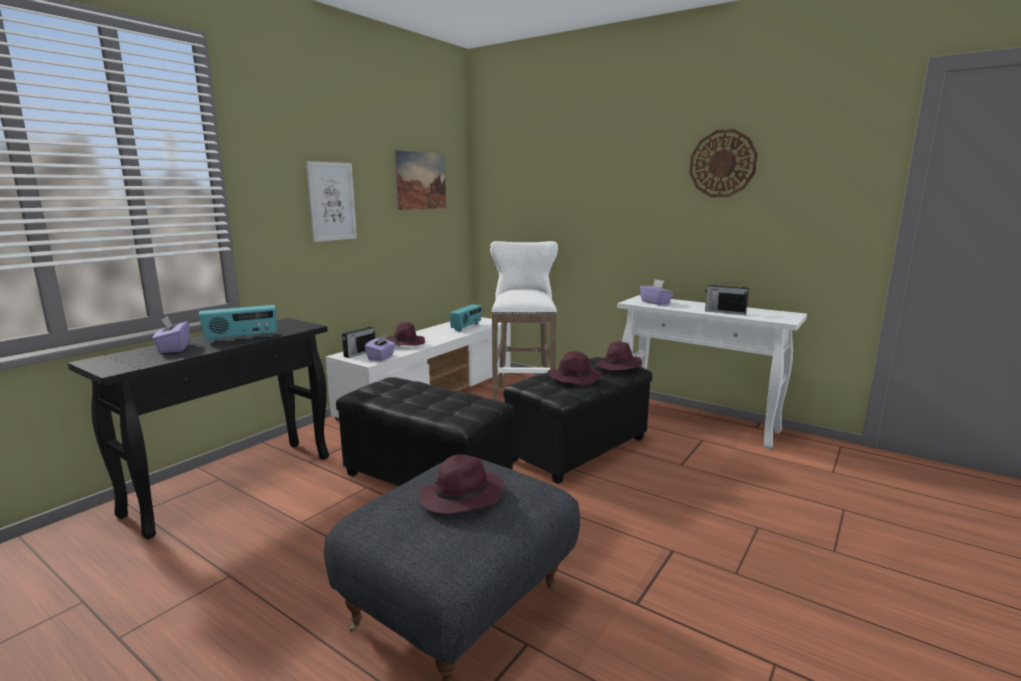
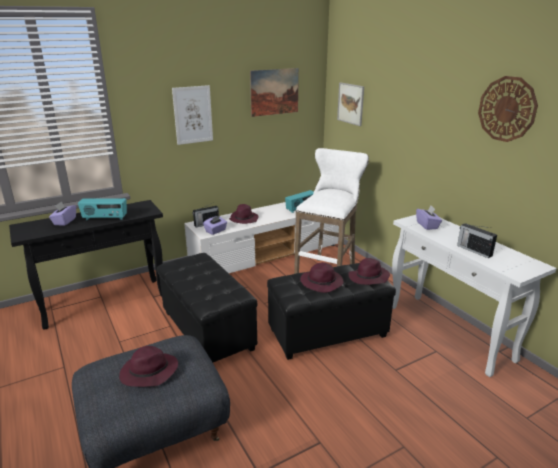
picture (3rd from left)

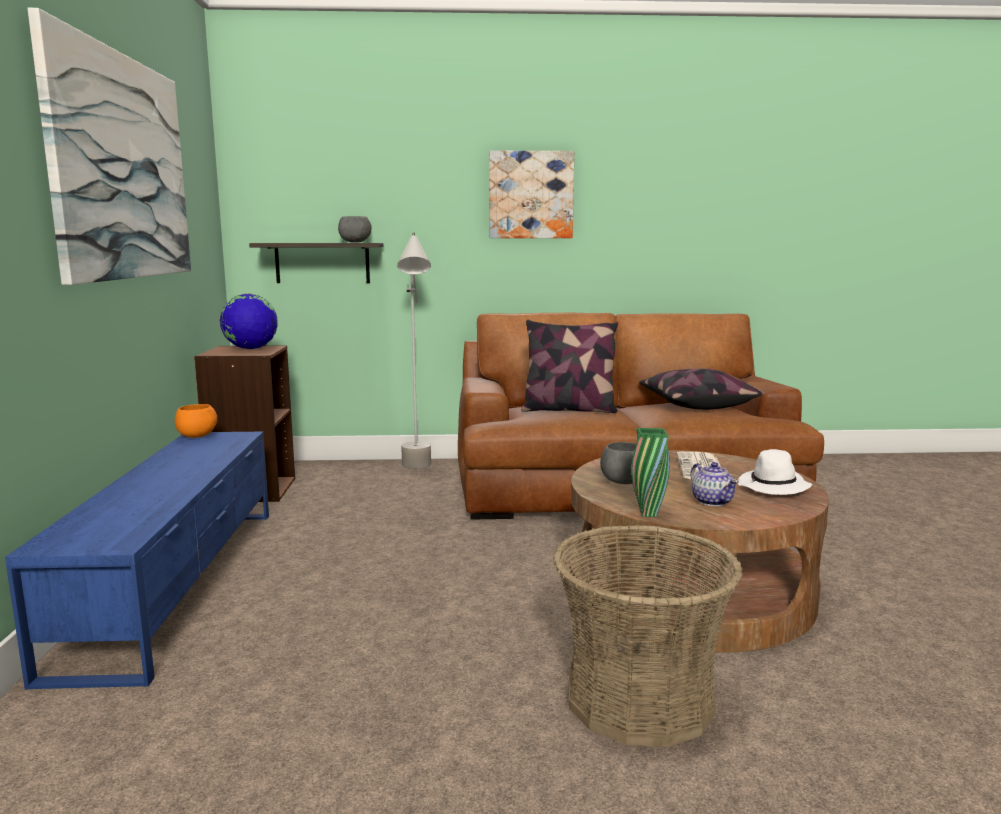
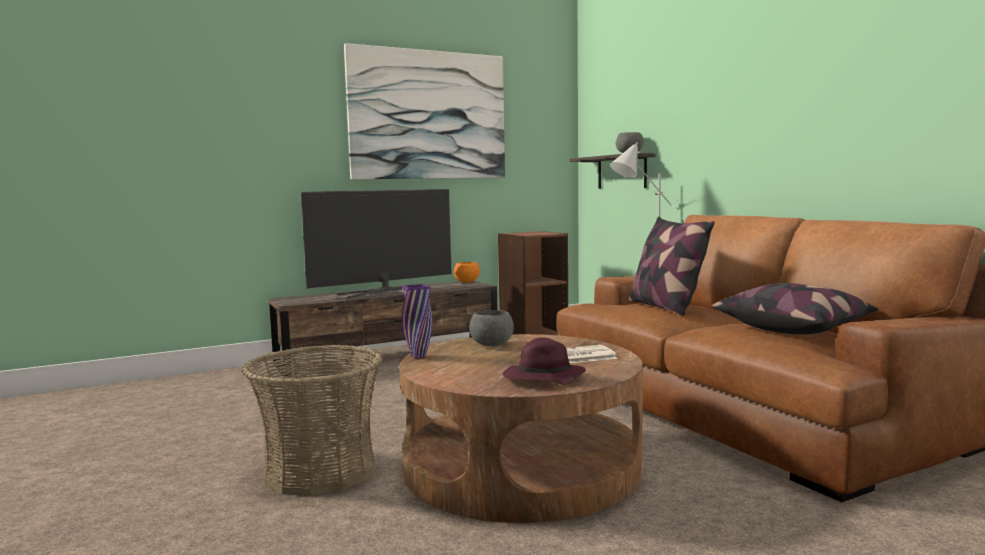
tv unit (brown-coloured)
TV set
vase (purple-coloured)
clothing hat (purple-coloured)
globe
picture (2nd from left in the first image)
pot for tea

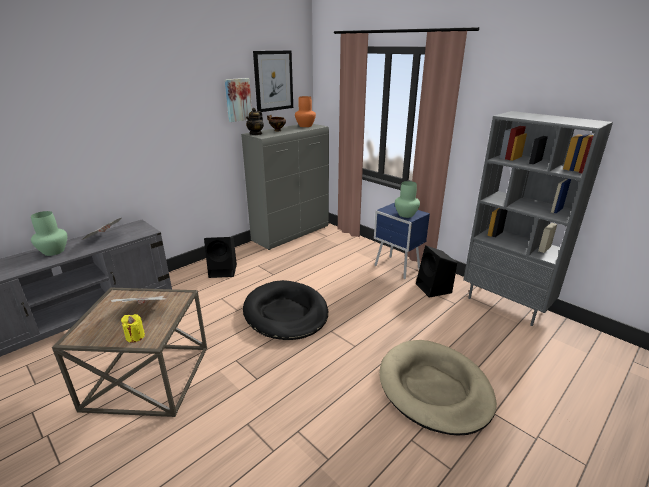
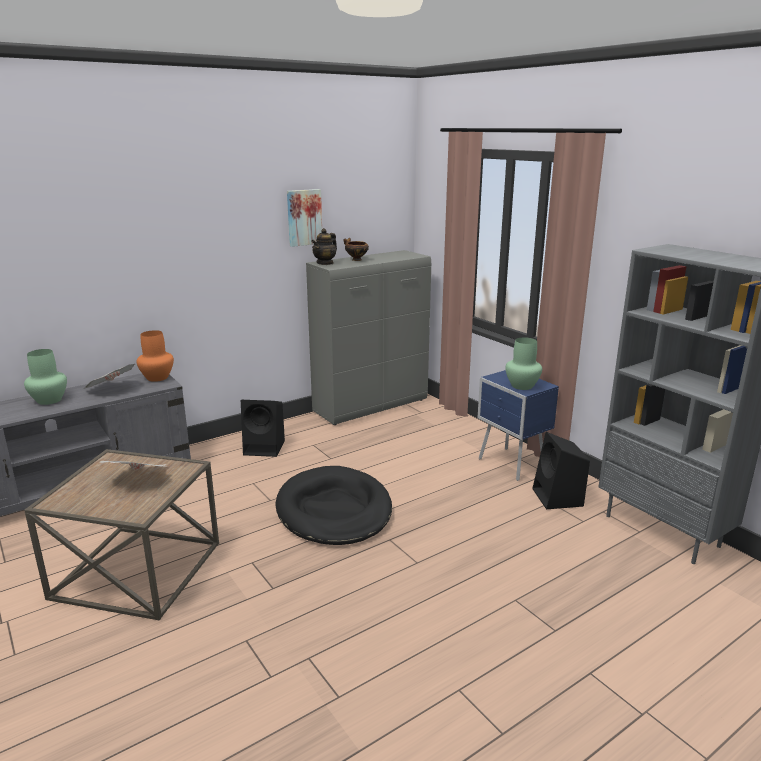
vase (orange-coloured)
wax candle (yellow-coloured)
picture (2nd from left in the first image)
dog cushion (sand-coloured)

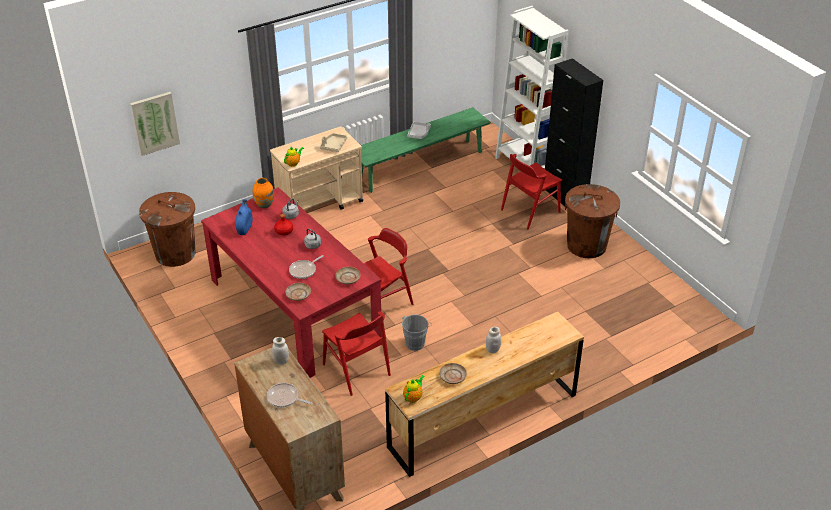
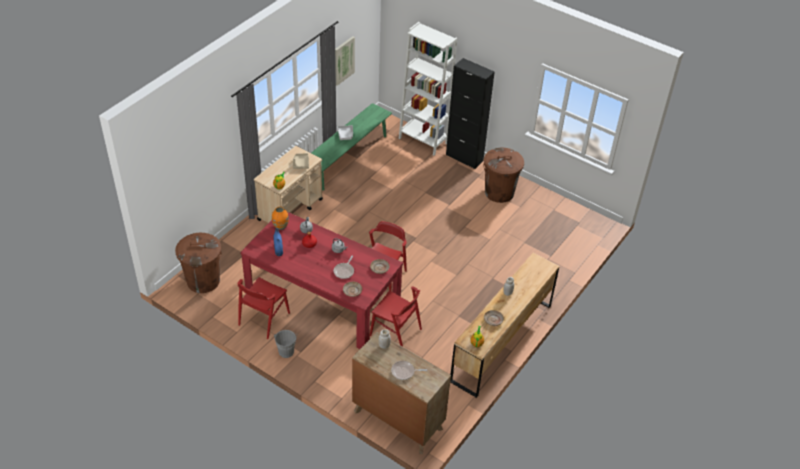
chair (reddish) (1st from left)
pail (gray)
picture

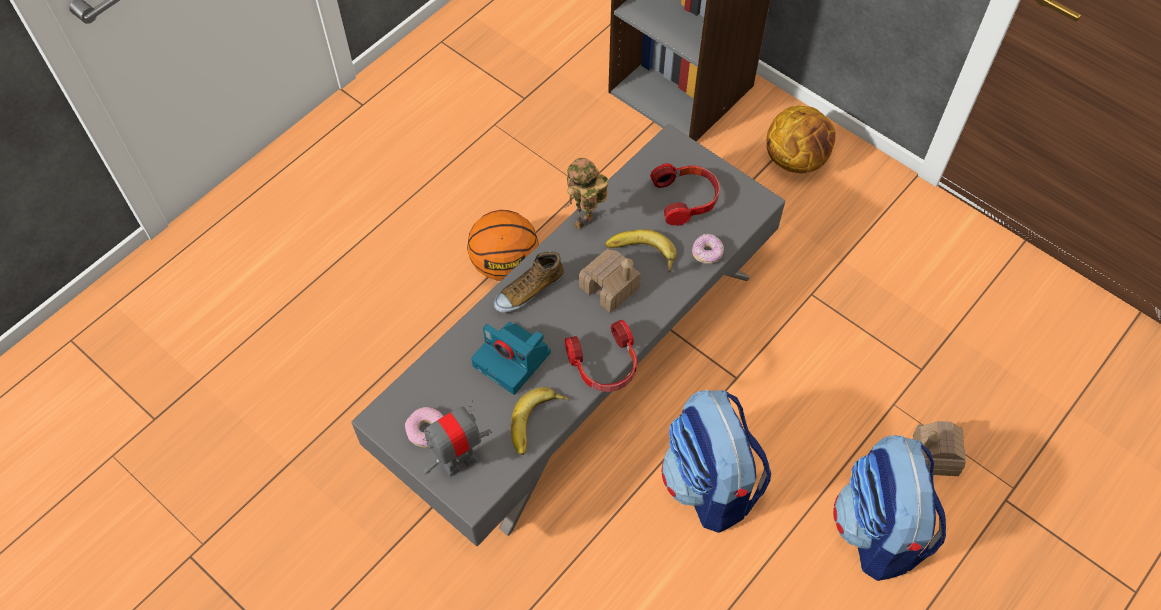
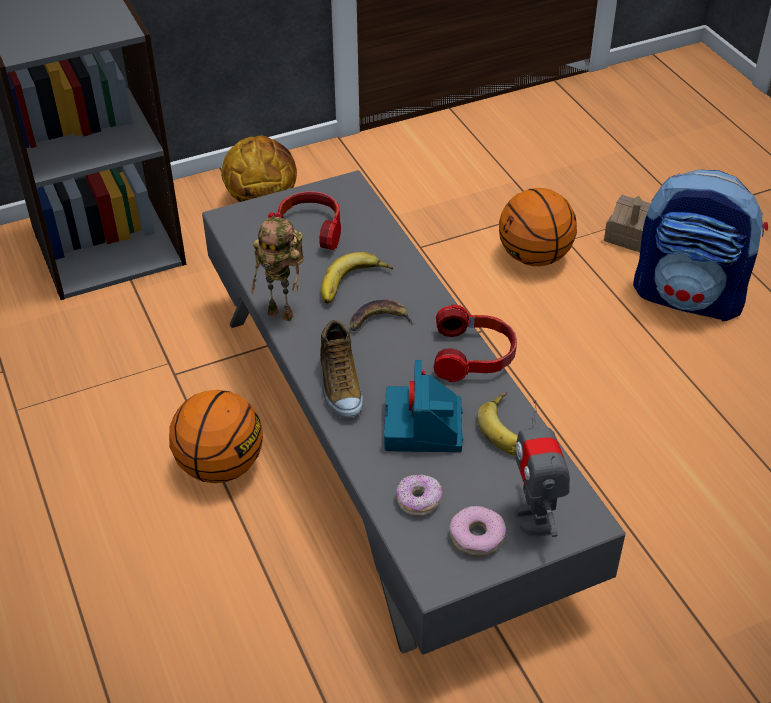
robot figure (1st from left)
banana fruit (2nd from left)
still camera
ring doughnut (1st from left)
basketball ball (3rd from left)
rucksack (1st from left in the first image)

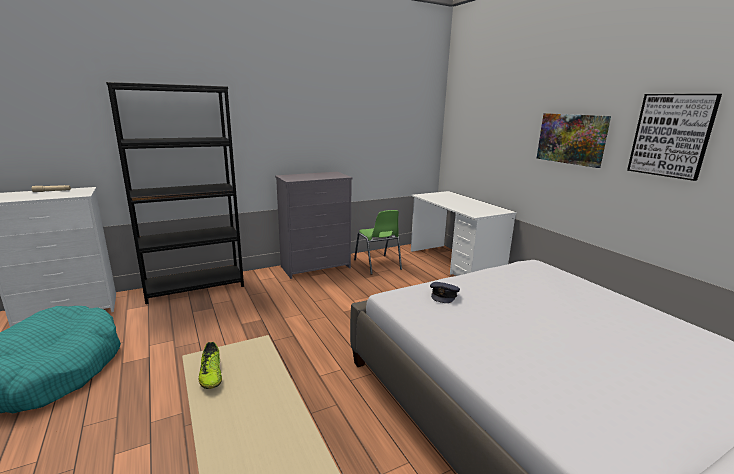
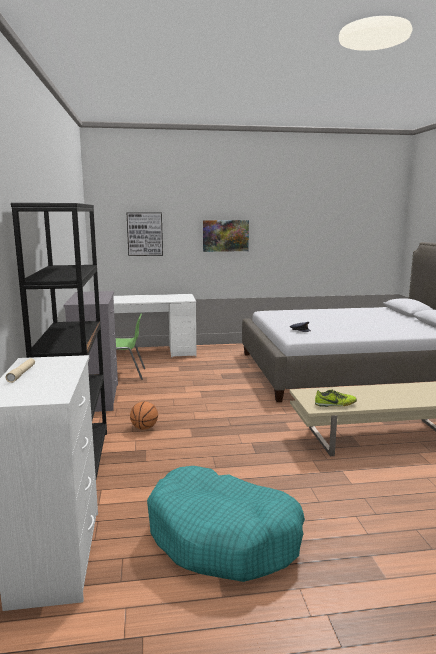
picture (1st from left)
basketball ball

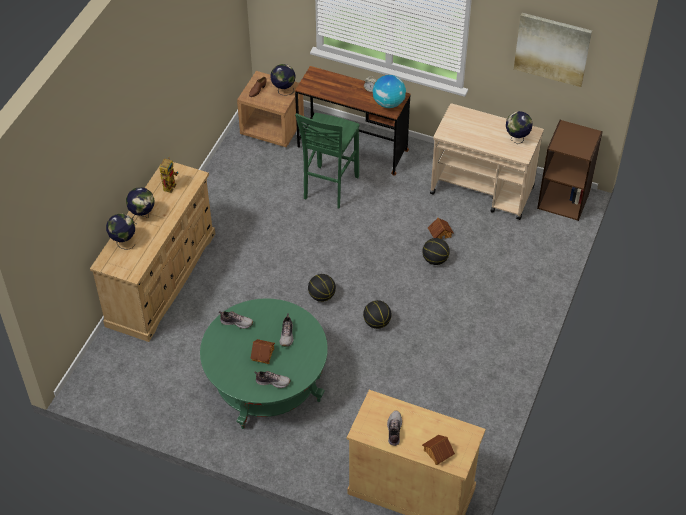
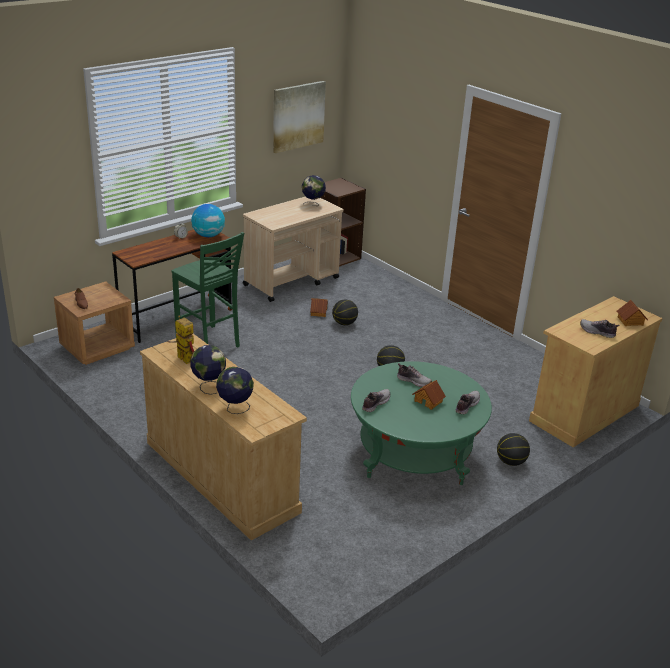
basketball ball (3rd from left)
globe (3rd from left in the first image)

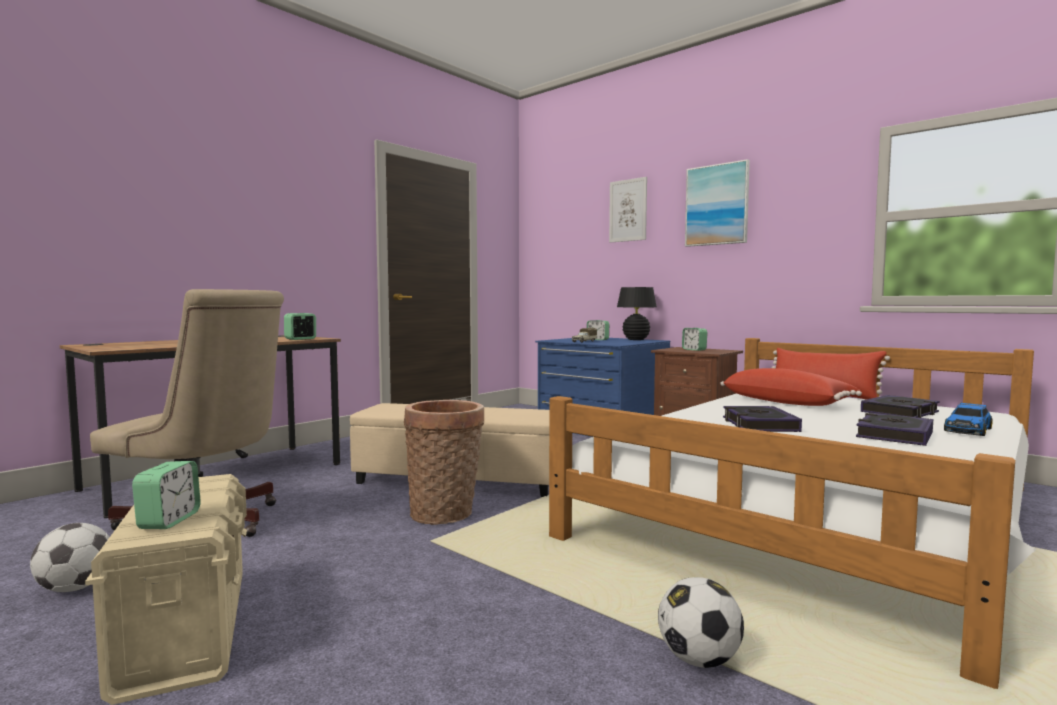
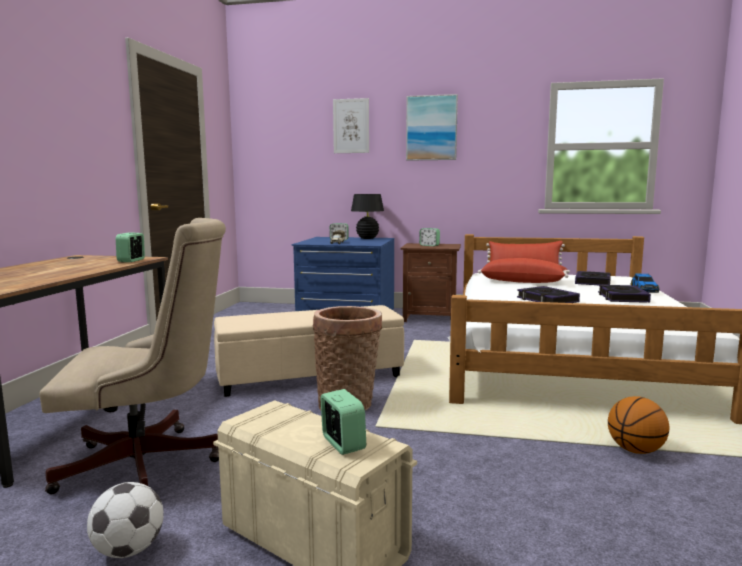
basketball ball

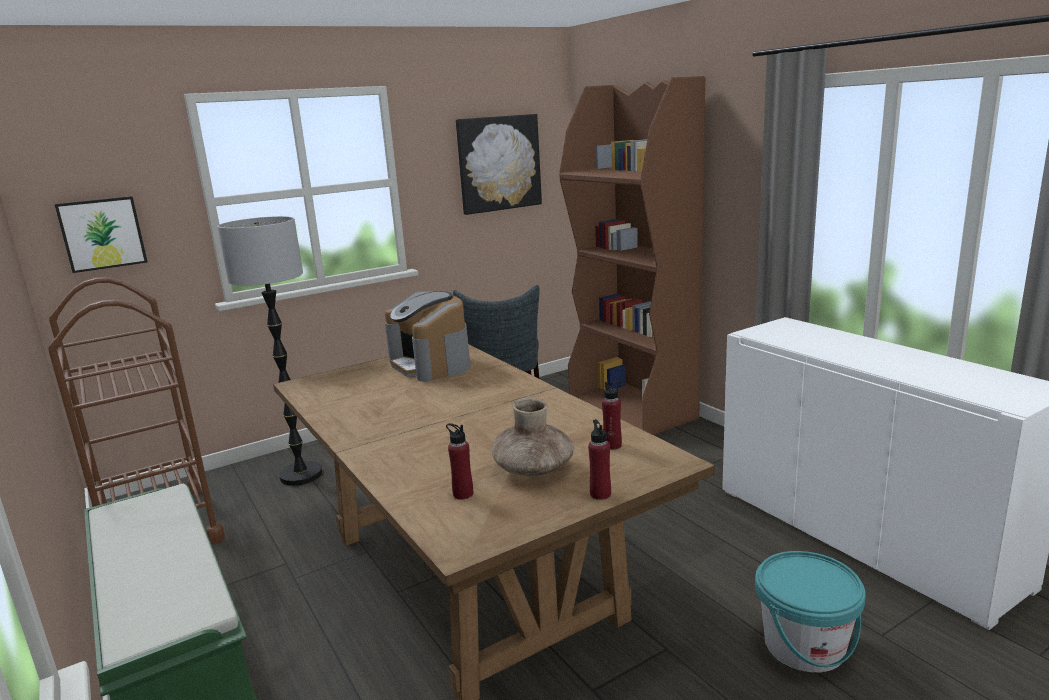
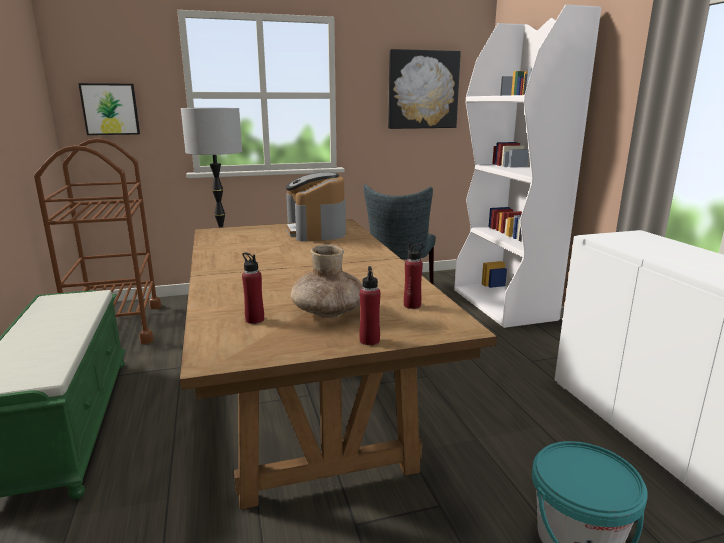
shelving unit (white-coloured)

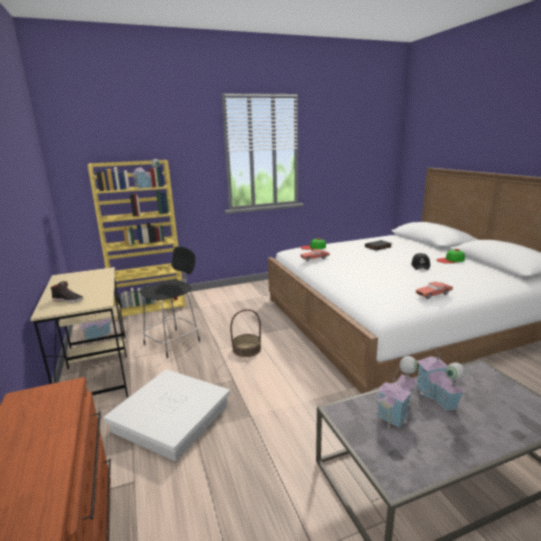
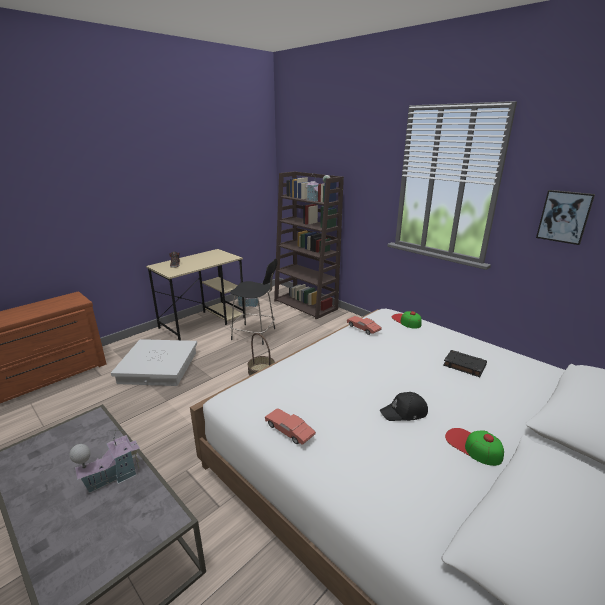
shelving unit (brown-coloured)
picture
toy house (3rd from left in the first image)

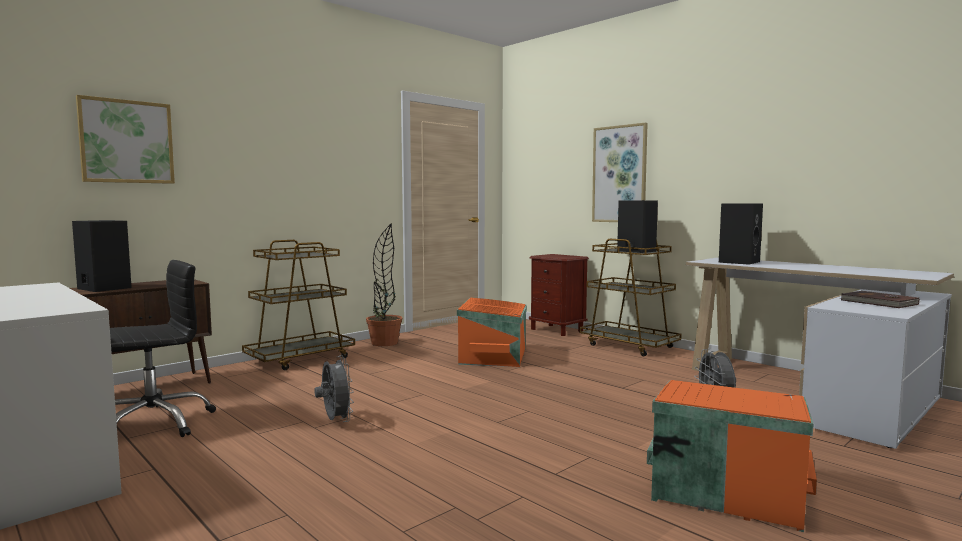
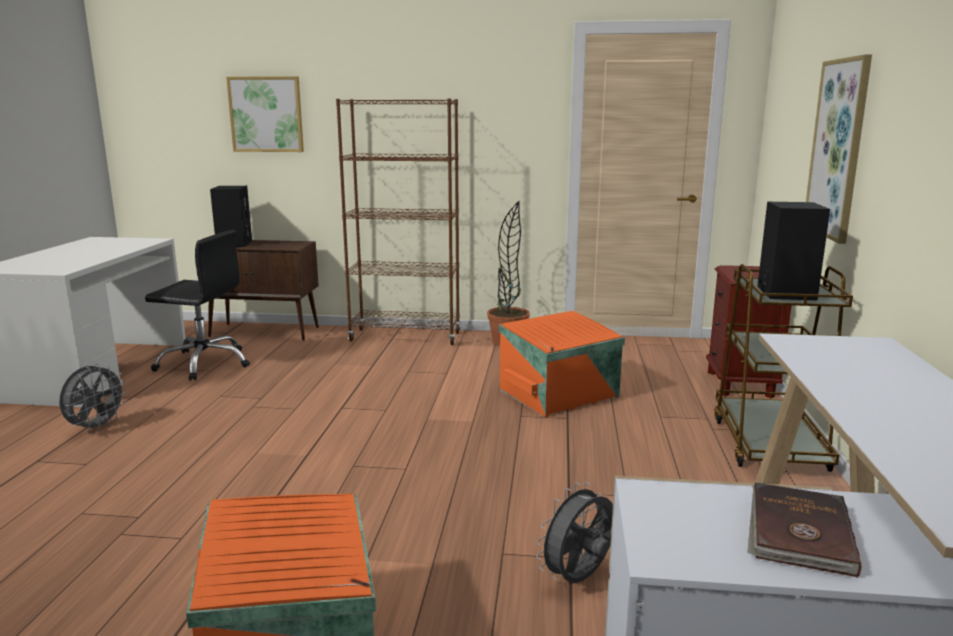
fan (gray) (1st from left)
shelving unit (brown-coloured)
loudspeaker (black-coloured) (3rd from left in the first image)

